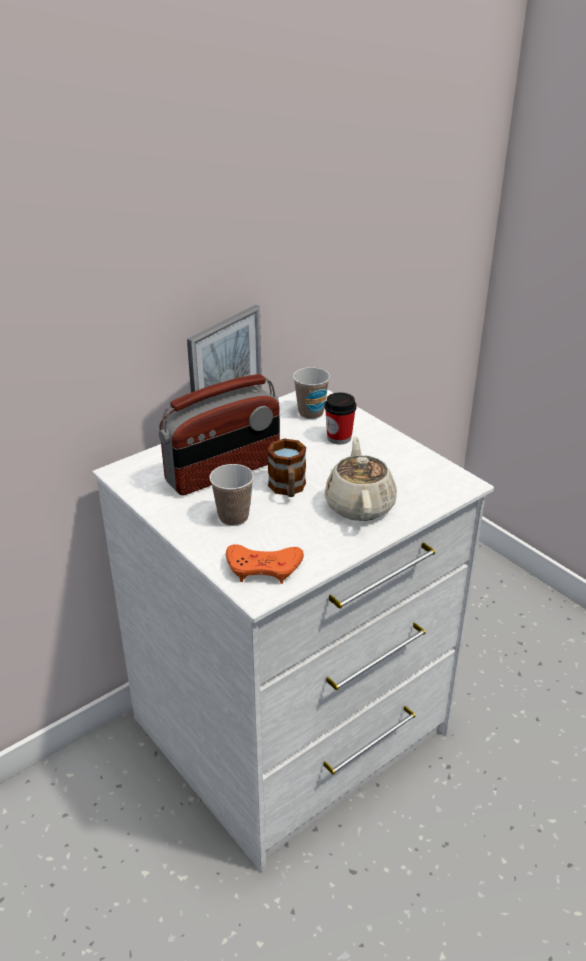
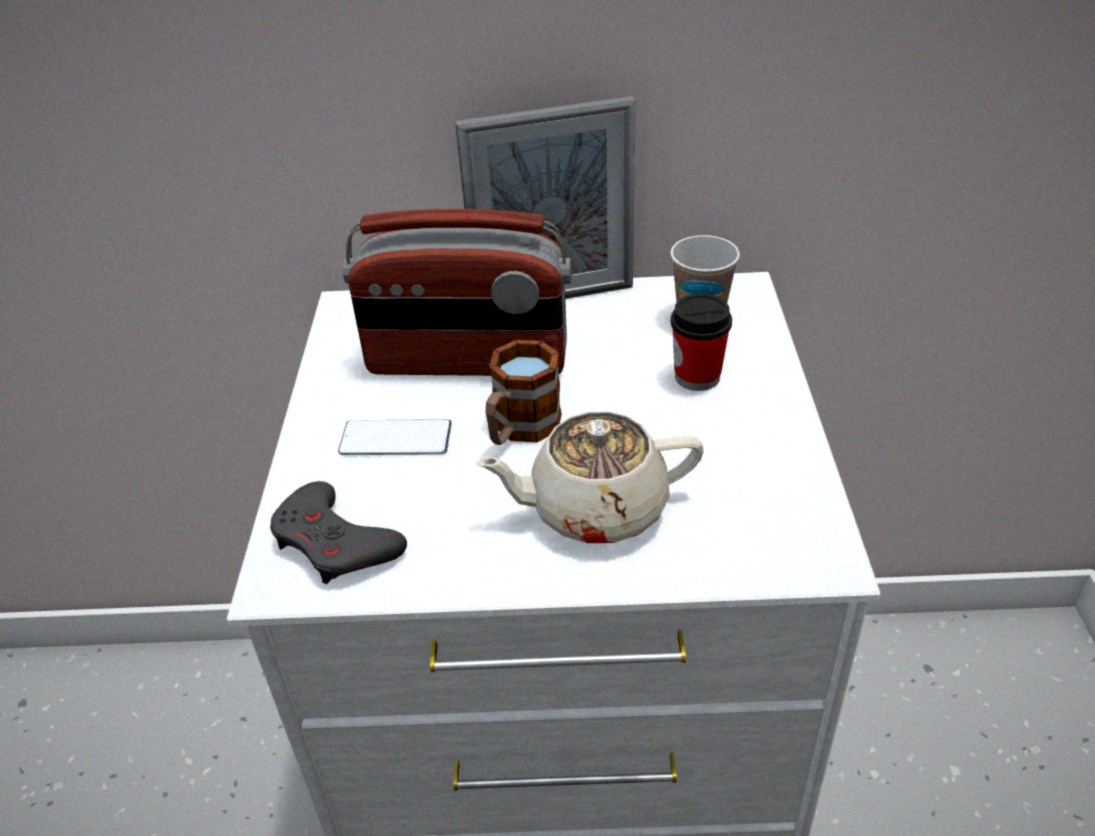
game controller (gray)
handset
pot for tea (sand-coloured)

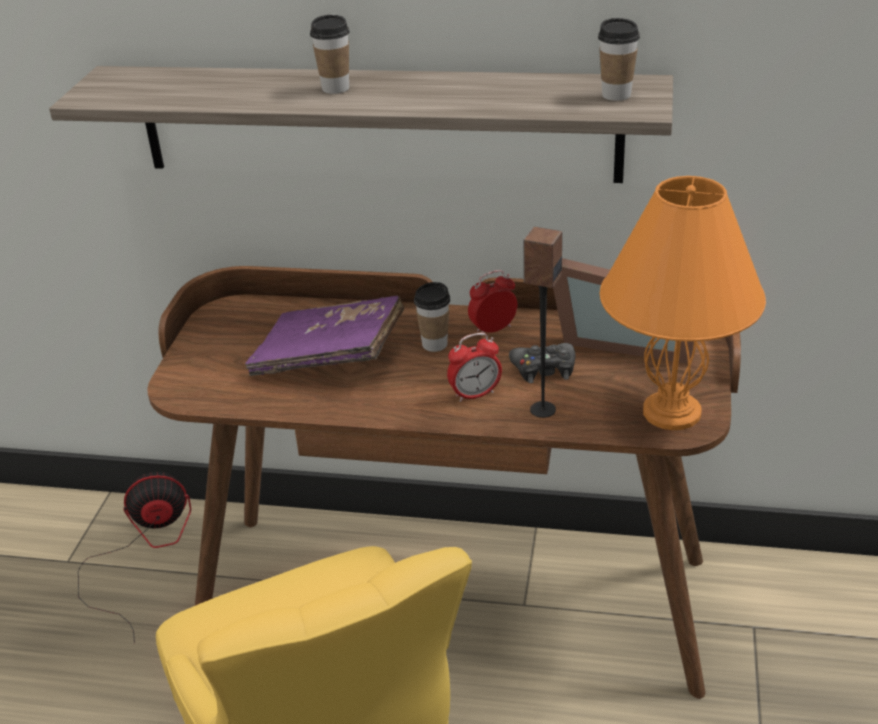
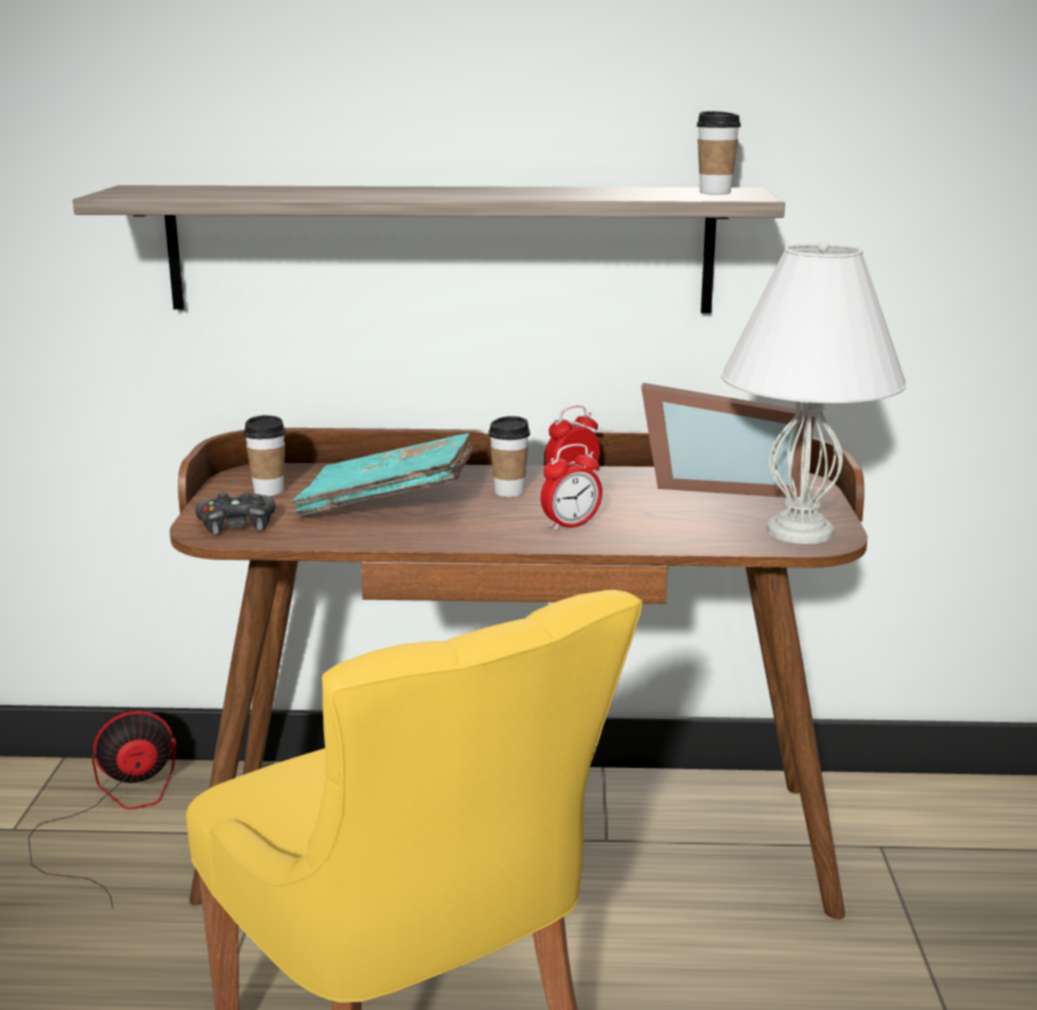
game controller (black-coloured)
small cup (1st from left)
book (turquoise)
table lamp (white-coloured)
loudspeaker

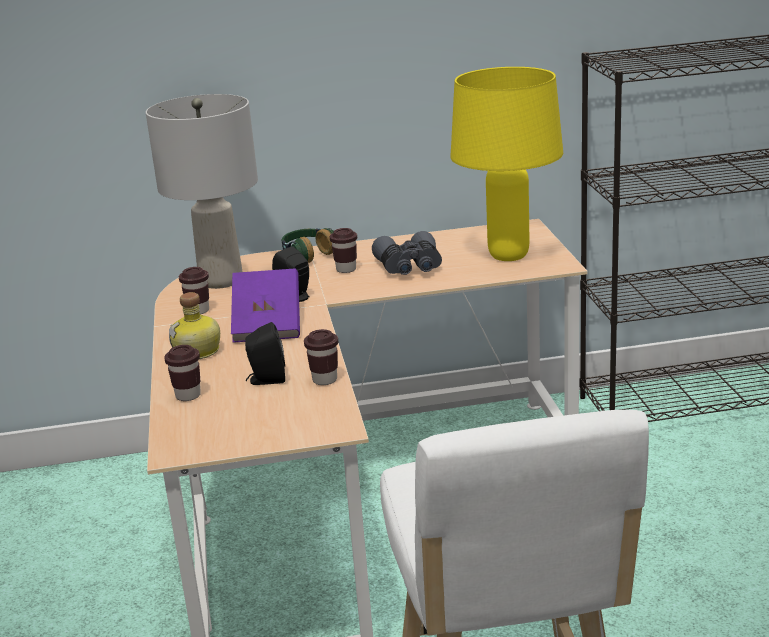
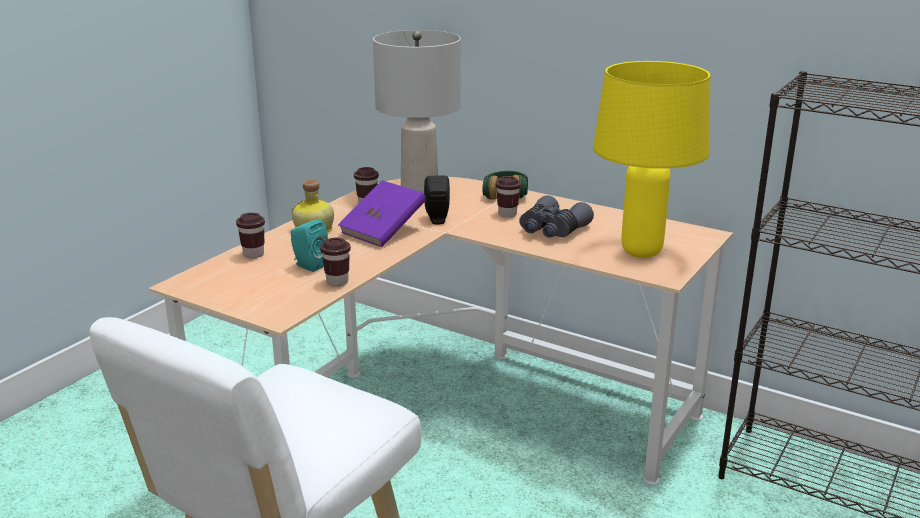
loudspeaker (turquoise)

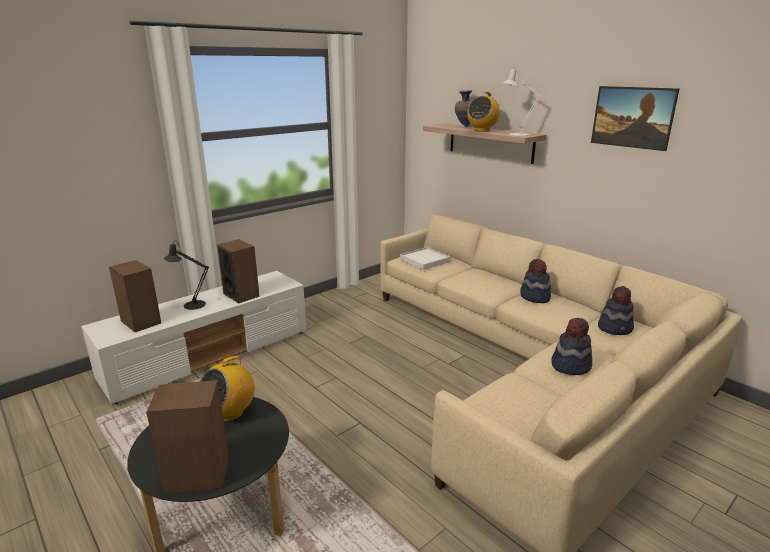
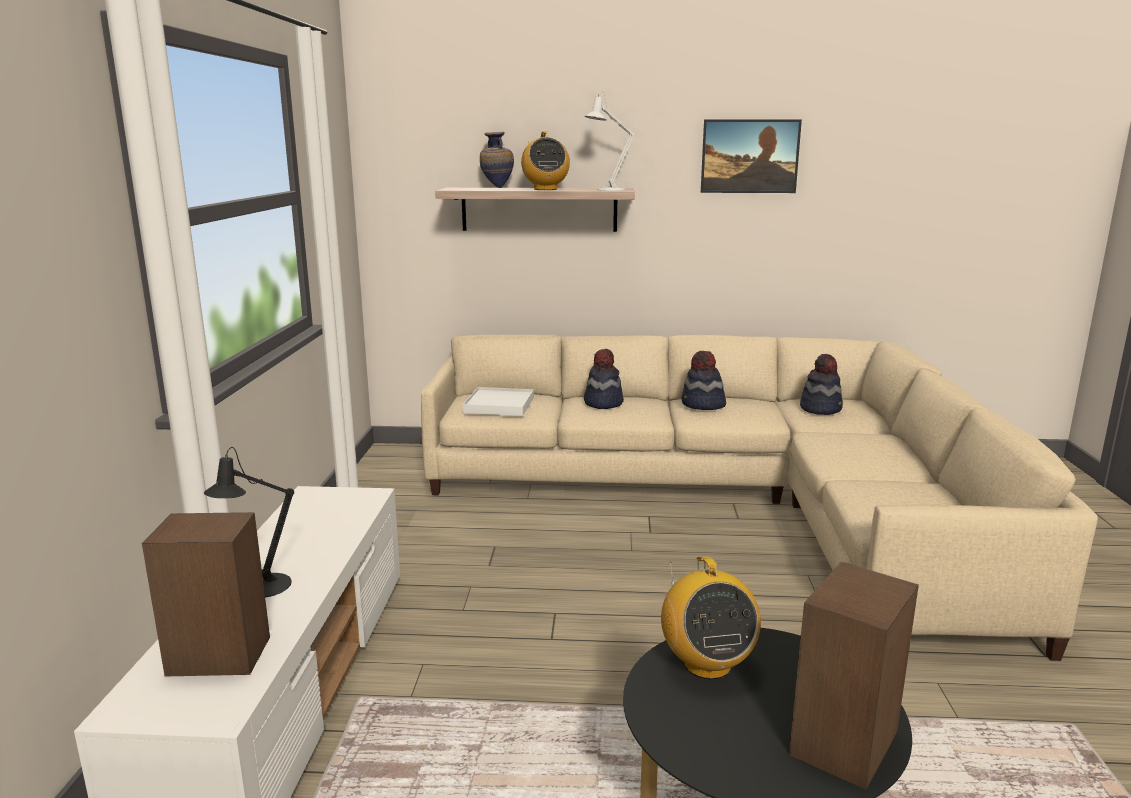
clothing hat (1st from left)
loudspeaker (3rd from left in the first image)

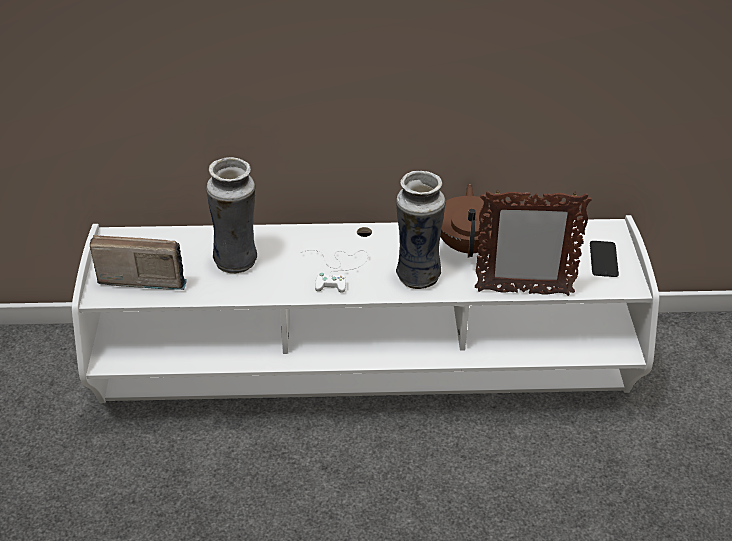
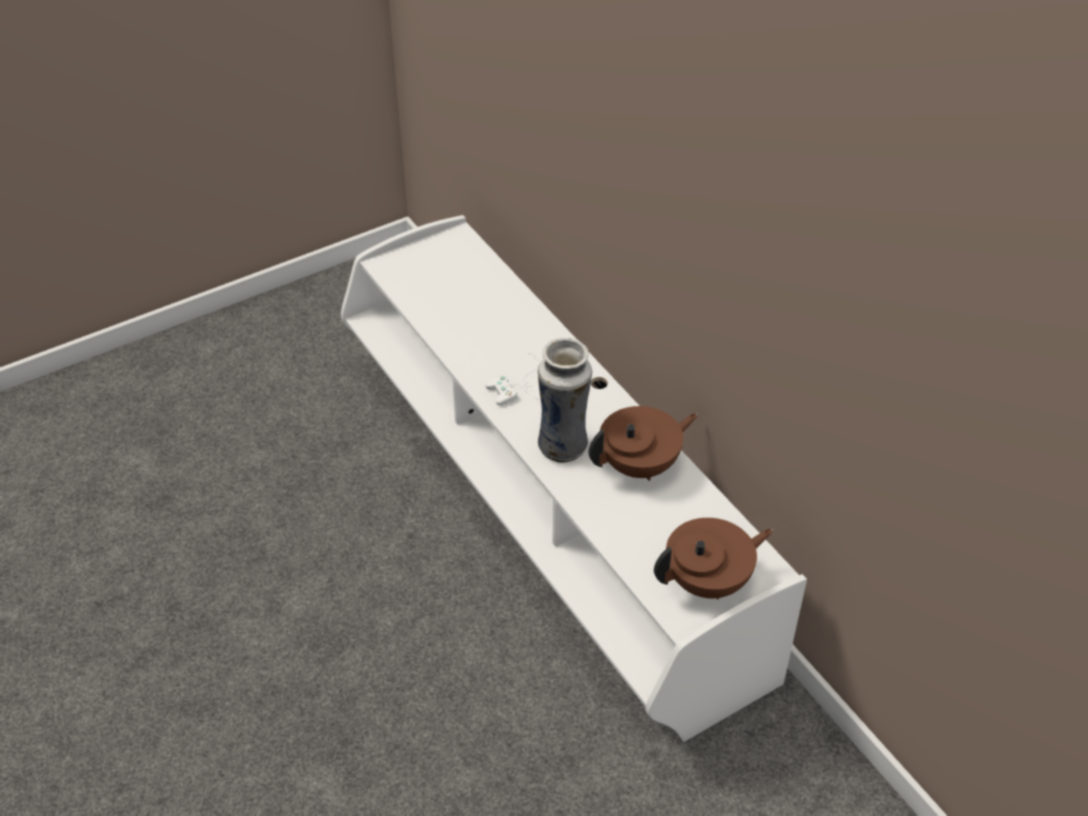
pot for tea (brown-coloured) (2nd from left)
radio receiver
vase (1st from left in the first image)
picture frame

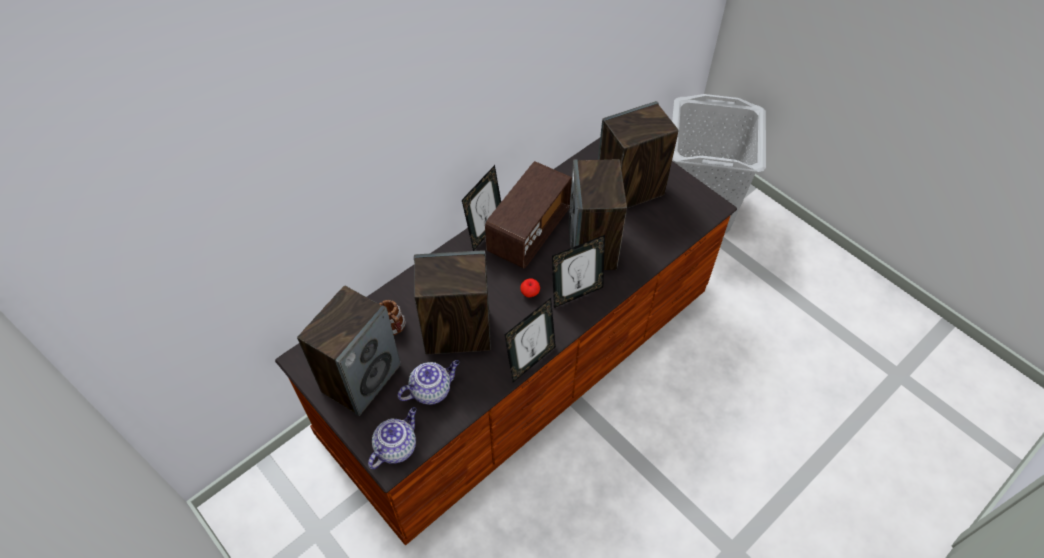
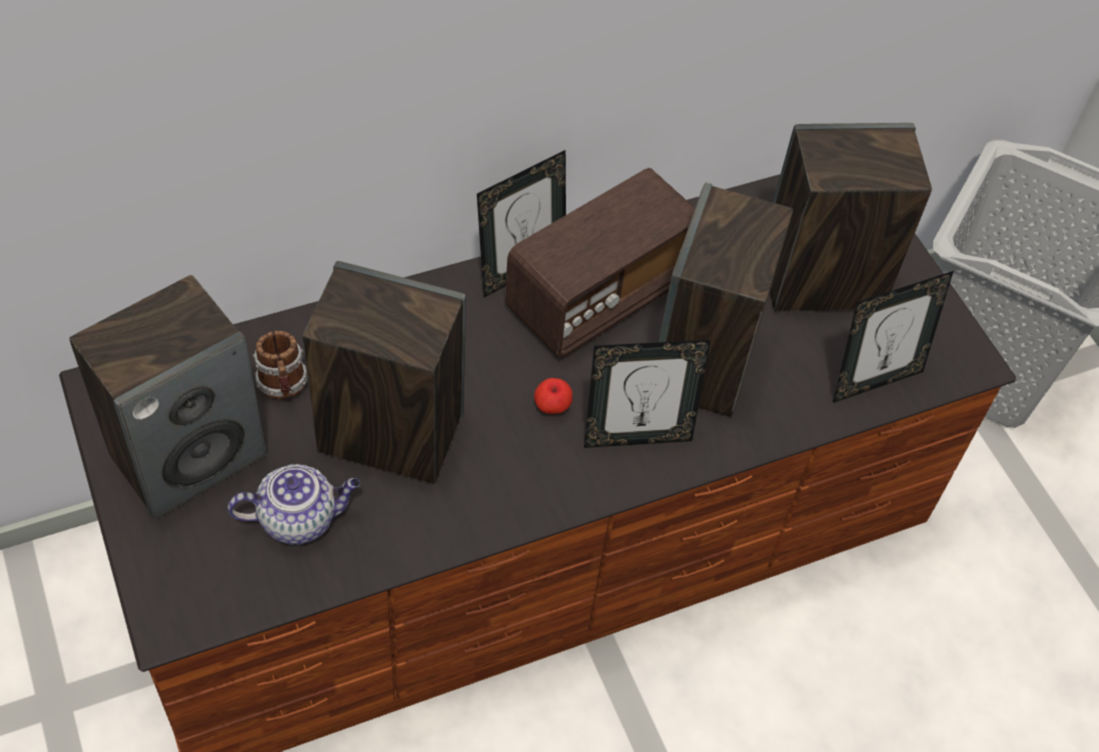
picture frame (3rd from left)
pot for tea (1st from left in the first image)

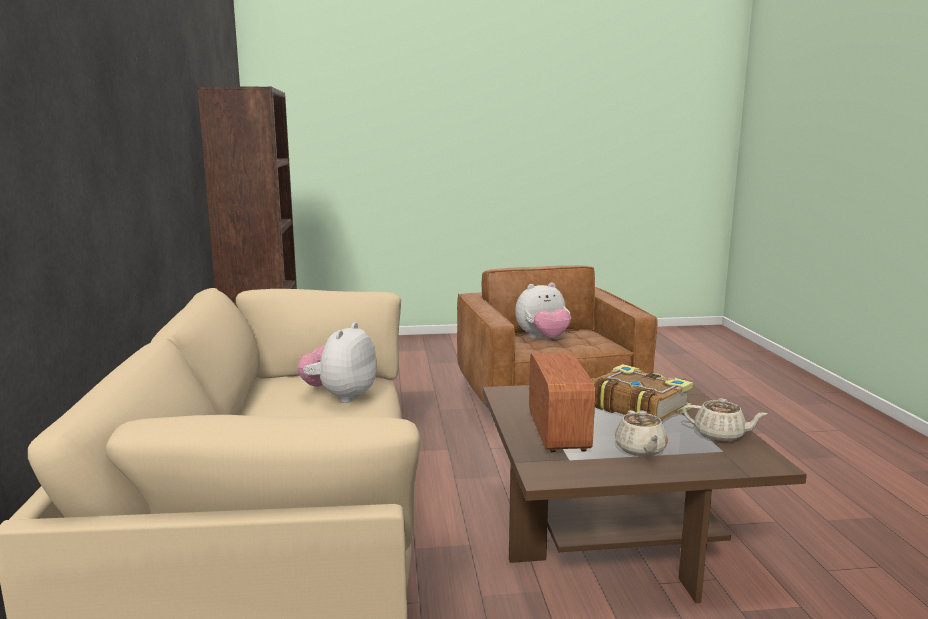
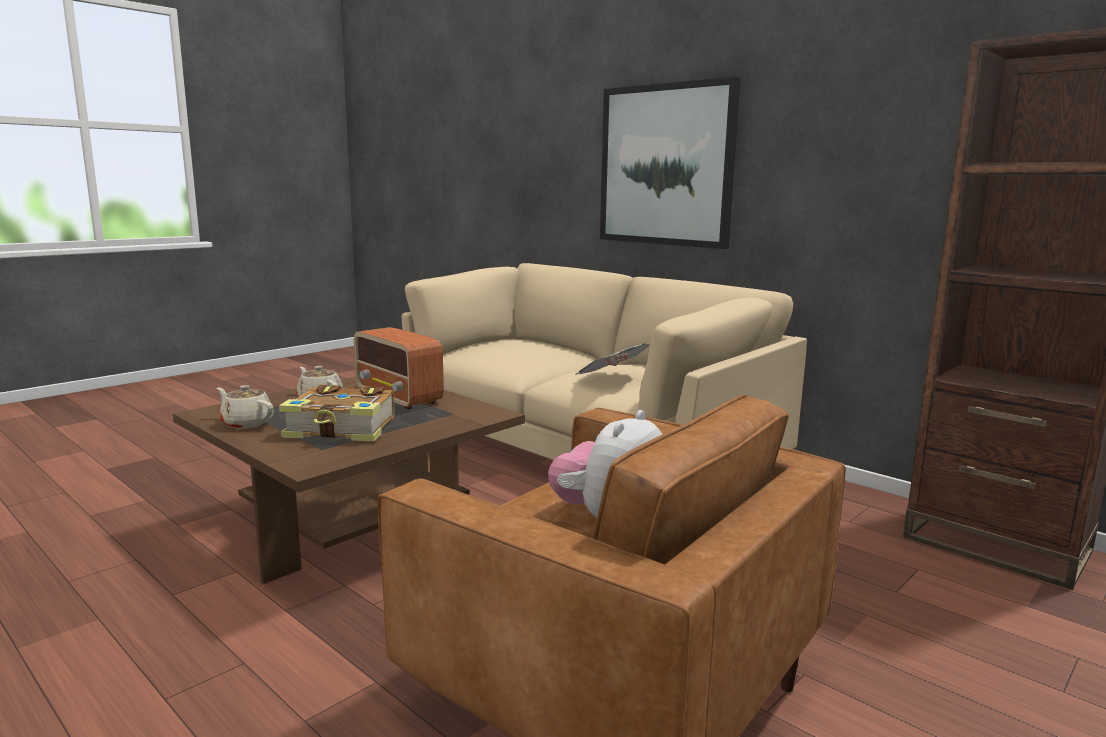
pot for tea (sand-coloured) (1st from left)
daily paper
picture

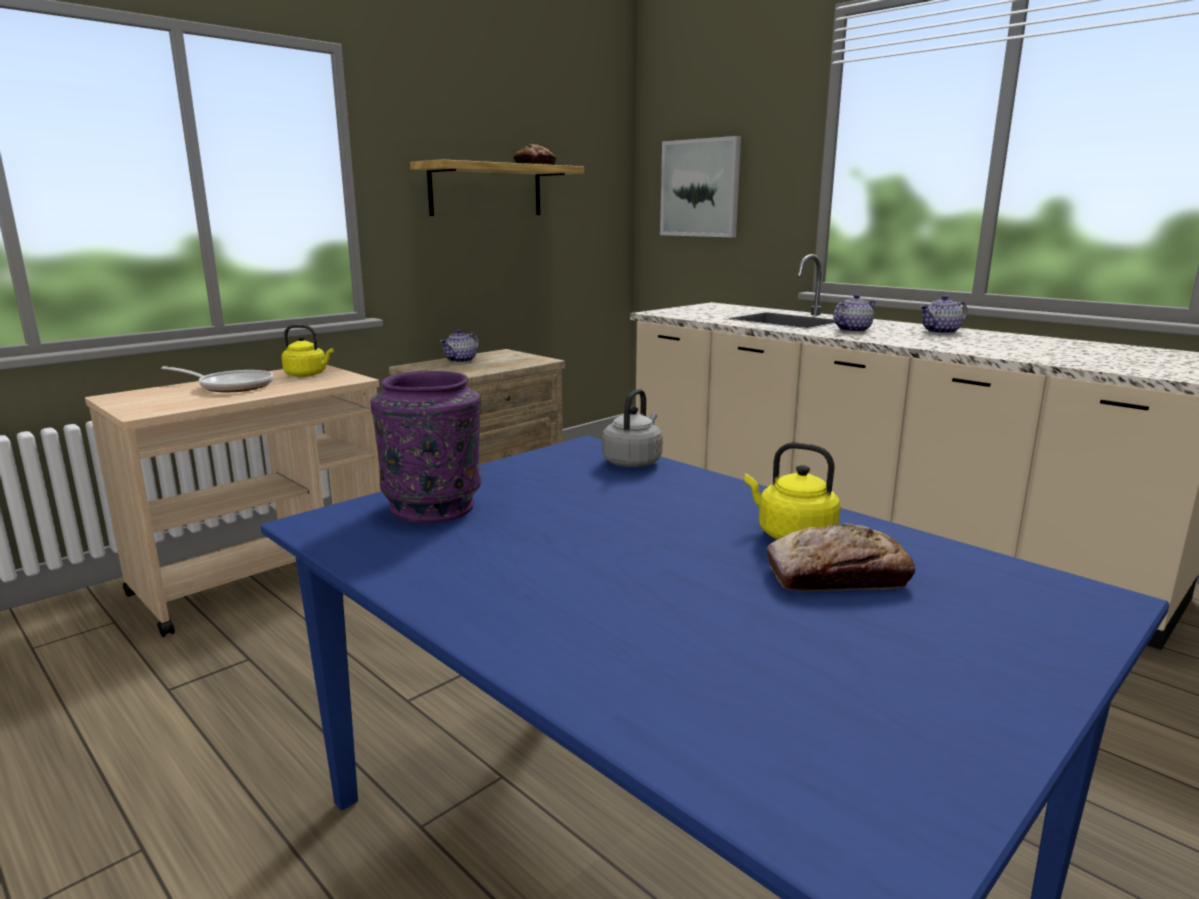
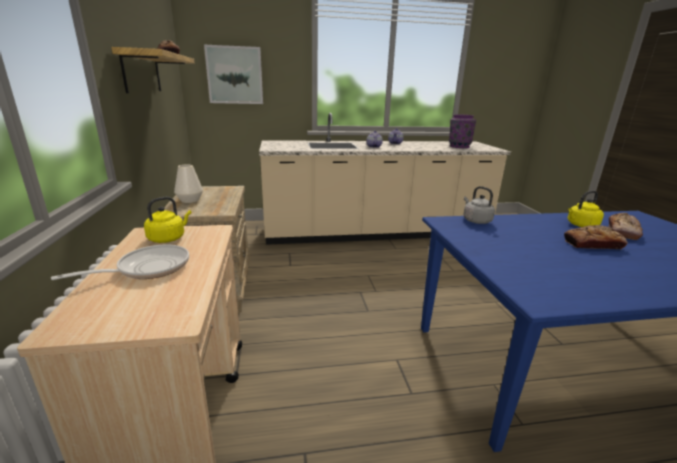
vase (white-coloured)
vase (purple-coloured)
bread (2nd from left)

